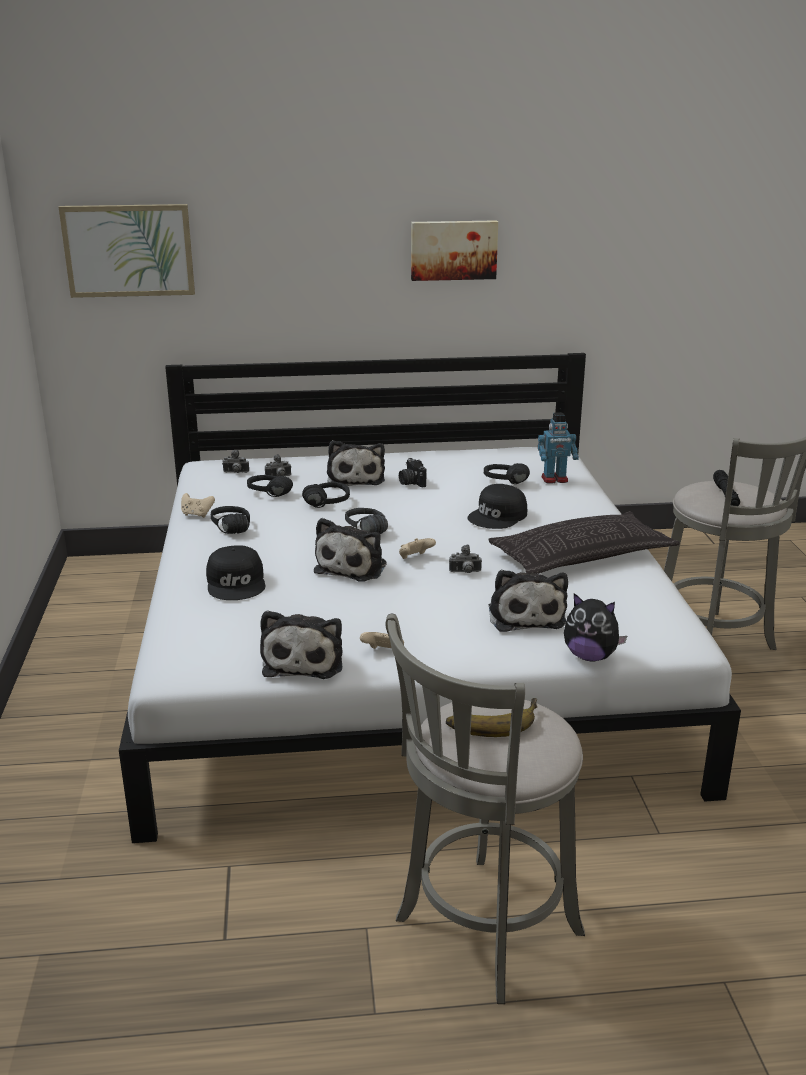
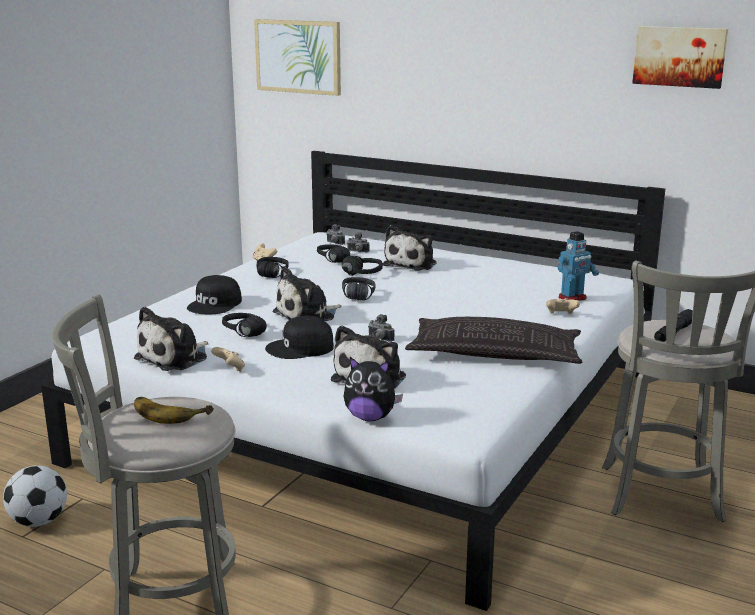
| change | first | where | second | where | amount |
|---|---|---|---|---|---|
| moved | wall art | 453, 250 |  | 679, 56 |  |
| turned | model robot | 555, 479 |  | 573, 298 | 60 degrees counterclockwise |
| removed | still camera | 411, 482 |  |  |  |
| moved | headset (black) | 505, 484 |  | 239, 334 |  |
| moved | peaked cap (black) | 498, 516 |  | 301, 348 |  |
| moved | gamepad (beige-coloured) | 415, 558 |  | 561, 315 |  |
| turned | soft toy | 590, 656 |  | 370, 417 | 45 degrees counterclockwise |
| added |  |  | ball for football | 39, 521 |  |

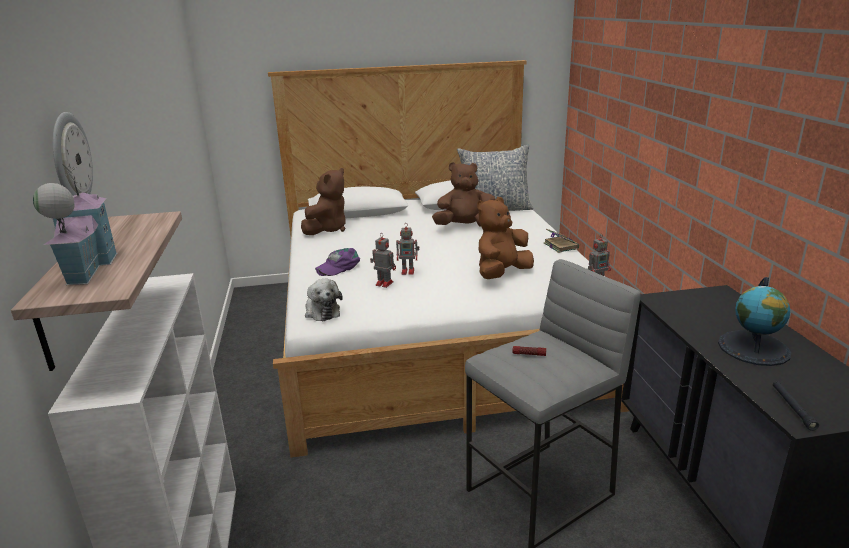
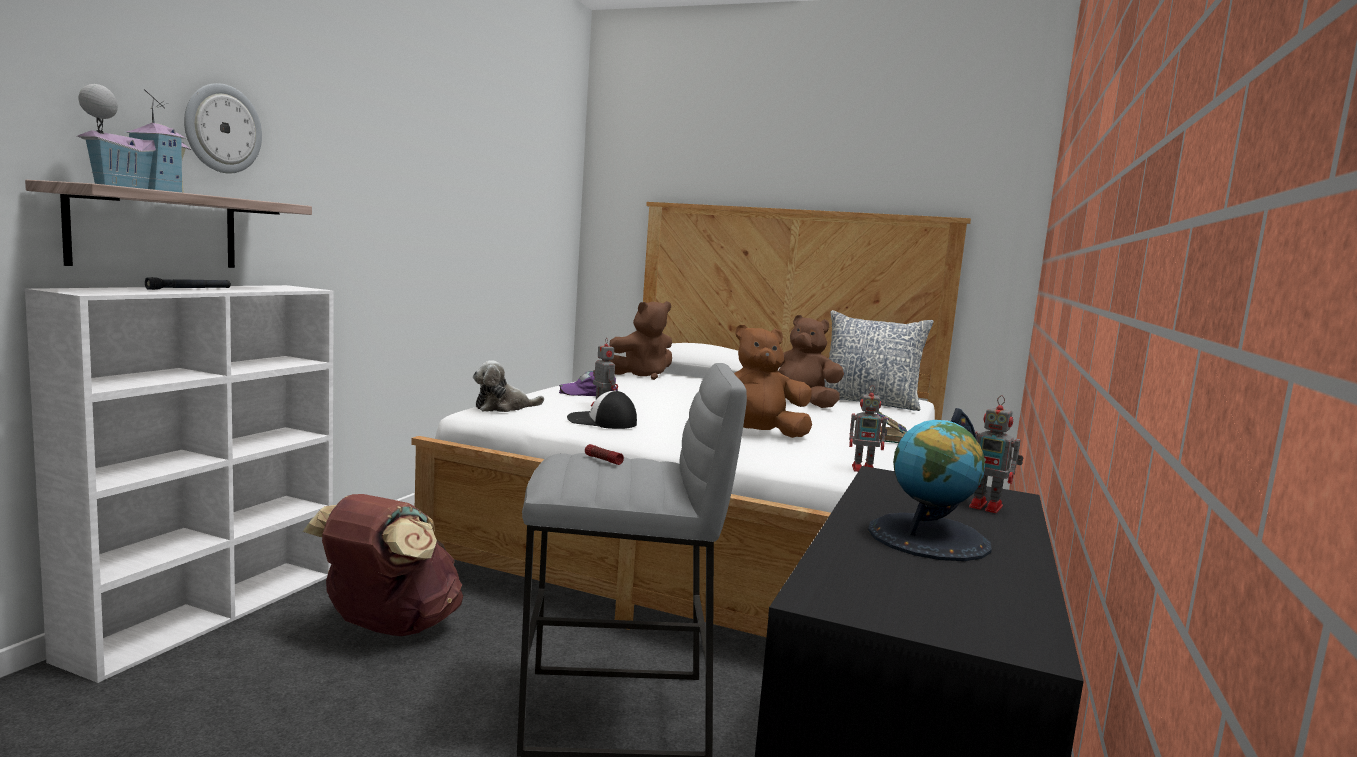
| change | first | where | second | where | amount |
|---|---|---|---|---|---|
| moved | model robot | 408, 271 |  | 988, 507 |  |
| turned | soft toy | 321, 311 |  | 503, 408 | 60 degrees clockwise |
| moved | torch (black) | 792, 408 |  | 190, 289 |  |
| added |  |  | peaked cap | 601, 422 |  |
| added |  |  | backpack (brownish) | 388, 627 |  |

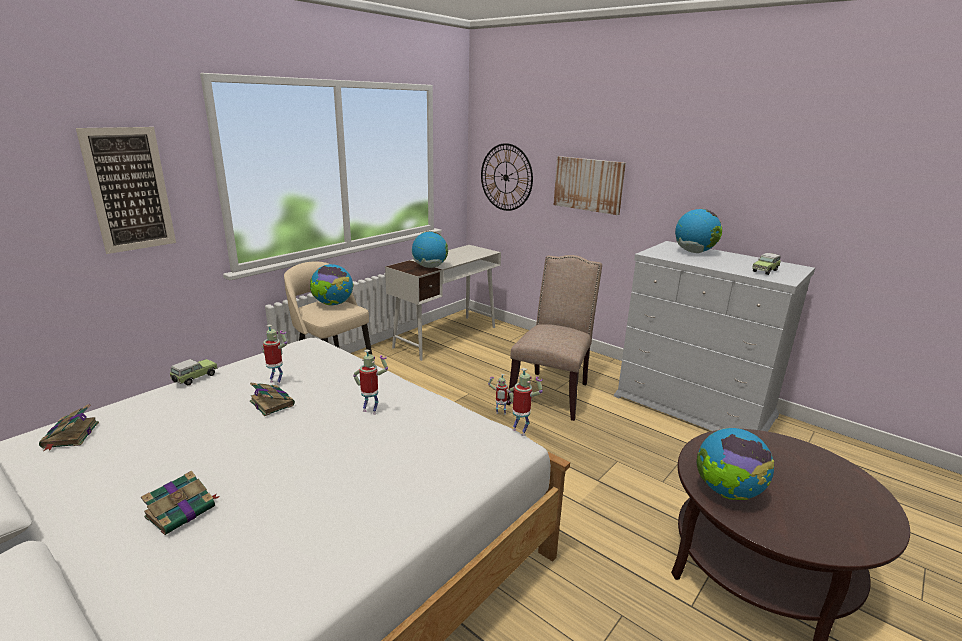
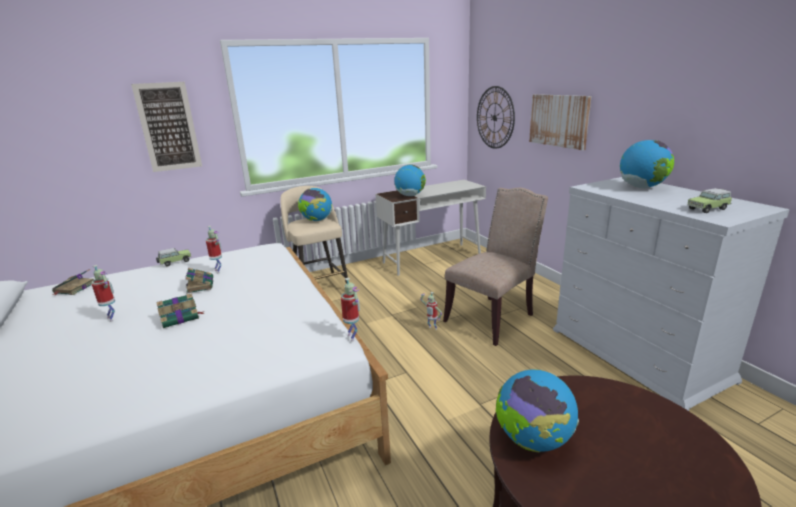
| change | first | where | second | where | amount |
|---|---|---|---|---|---|
| moved | model robot | 371, 411 |  | 112, 318 |  |
| moved | bound book | 182, 511 |  | 181, 317 |  |

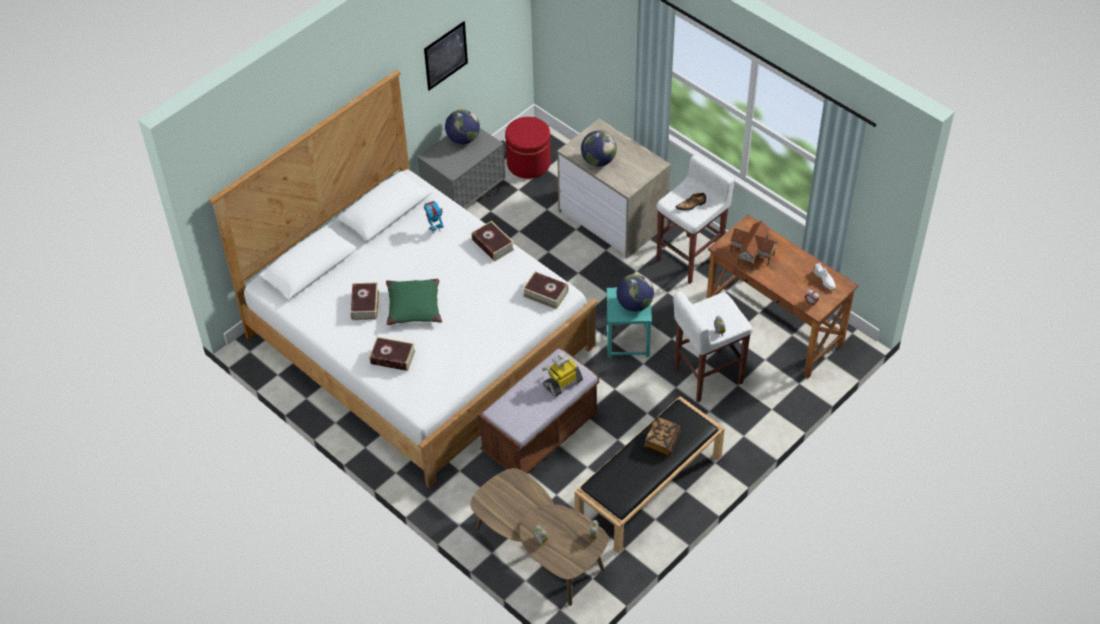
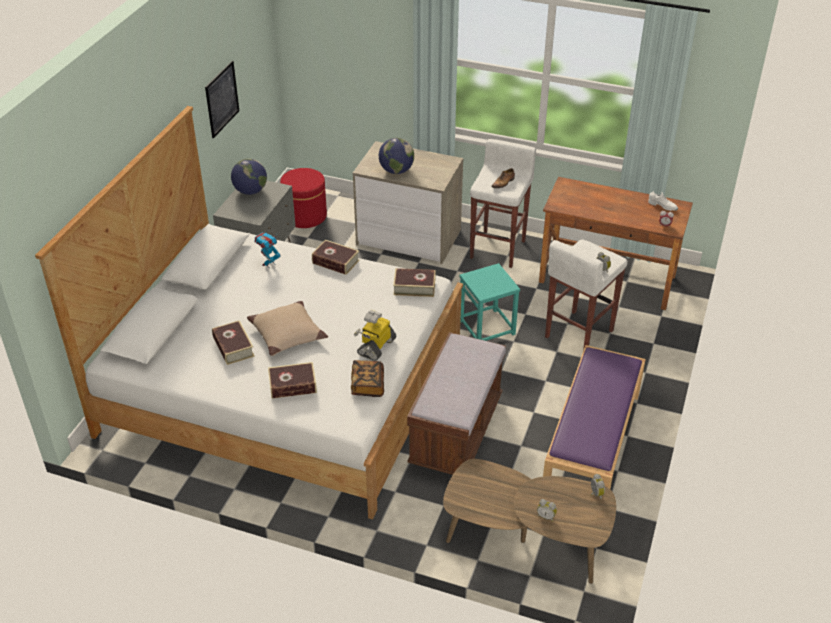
| change | first | where | second | where | amount |
|---|---|---|---|---|---|
| removed | toy house | 751, 253 |  |  |  |
| removed | world globe | 634, 304 |  |  |  |
| recoloured | throw pillow (green) | 414, 307 | throw pillow (beige-coloured) | 288, 334 |  |
| moved | model robot | 562, 383 |  | 376, 346 |  |
| recoloured | long seat (black) | 648, 488 | long seat (purplish) | 592, 445 |  |
| moved | bound book | 662, 441 |  | 367, 385 |  |

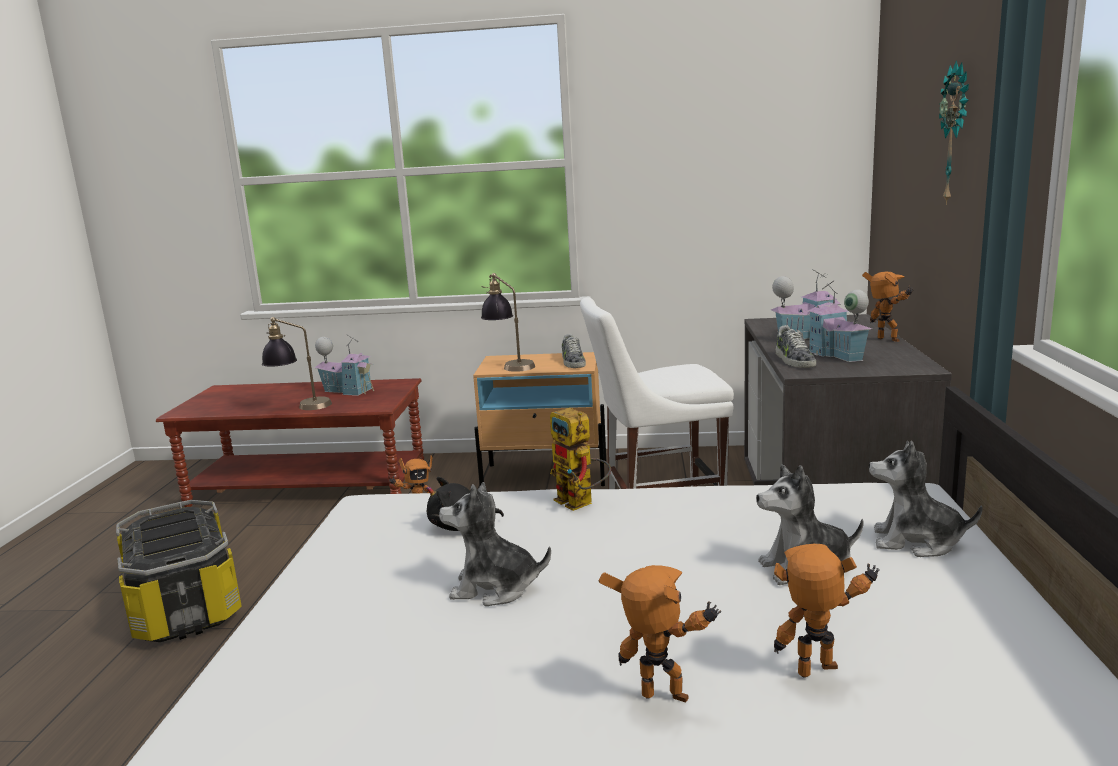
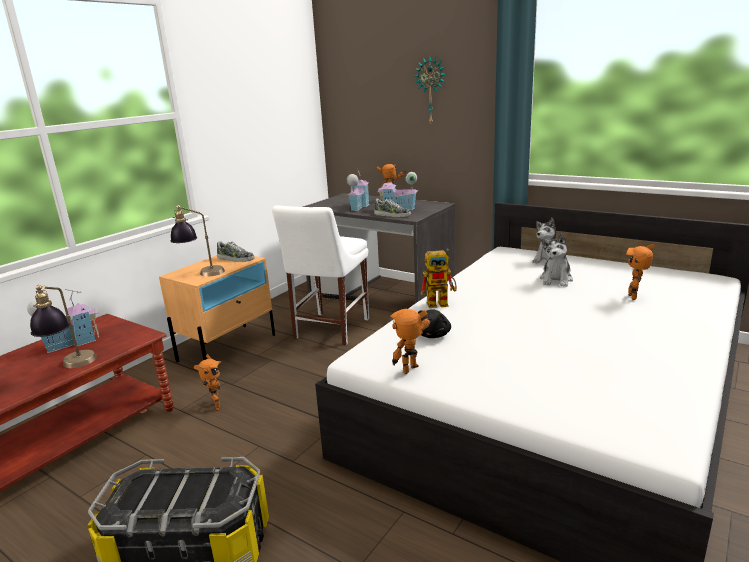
| change | first | where | second | where | amount |
|---|---|---|---|---|---|
| removed | soft toy | 494, 588 |  |  |  |
| moved | model robot | 664, 702 |  | 413, 371 |  |

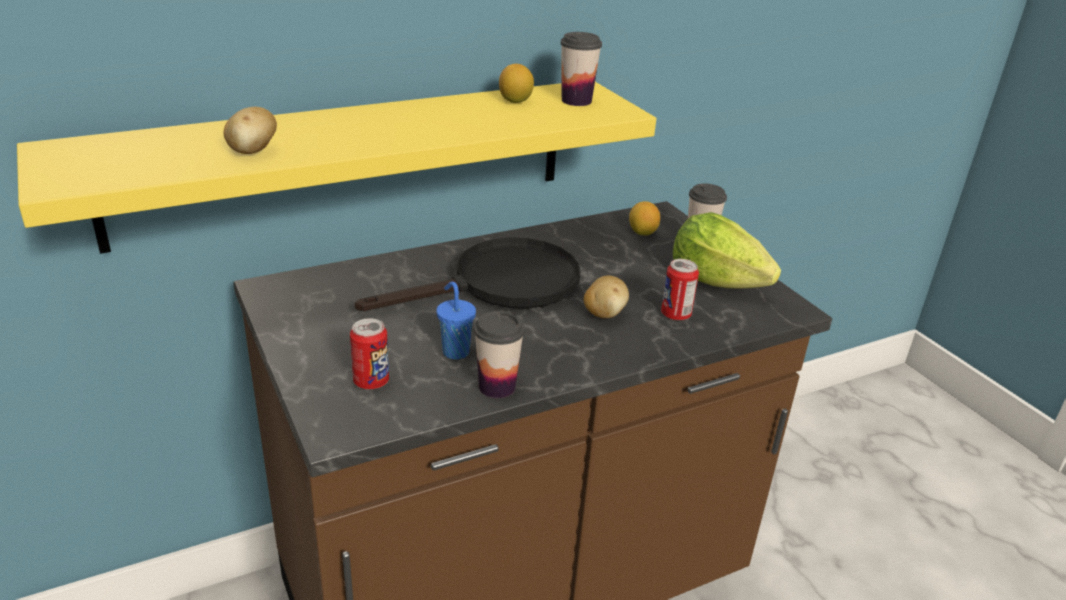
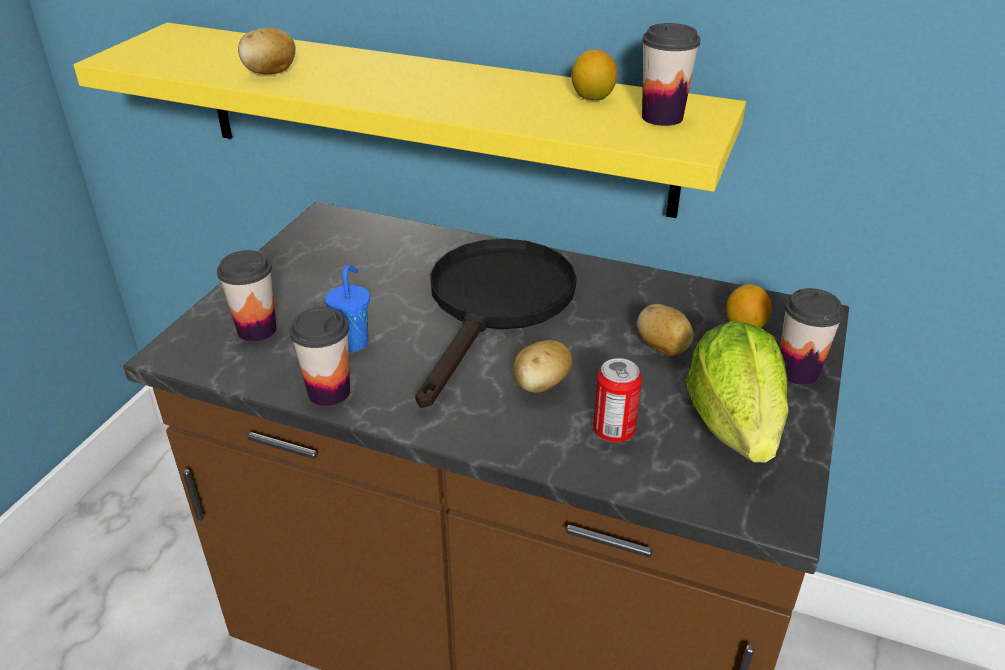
| change | first | where | second | where | amount |
|---|---|---|---|---|---|
| turned | pan (black) | 500, 285 |  | 496, 305 | 90 degrees counterclockwise |
| replaced | sealed can | 371, 382 | cup | 257, 330 |  |
| added |  |  | potato | 663, 349 |  |

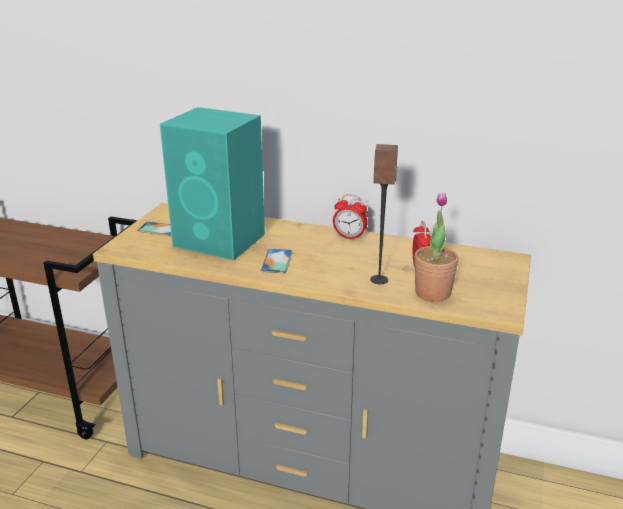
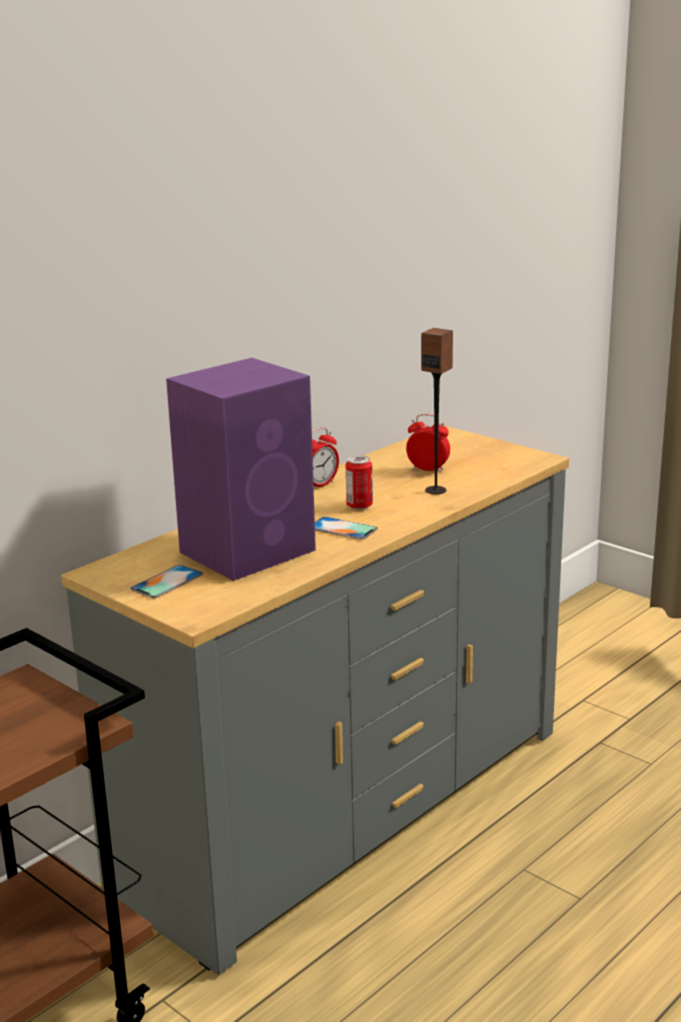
| change | first | where | second | where | amount |
|---|---|---|---|---|---|
| recoloured | loudspeaker (turquoise-coloured) | 221, 240 | loudspeaker (purplish) | 250, 550 |  |
| removed | potted plant | 432, 293 |  |  |  |
| added |  |  | sealed can | 359, 506 |  |

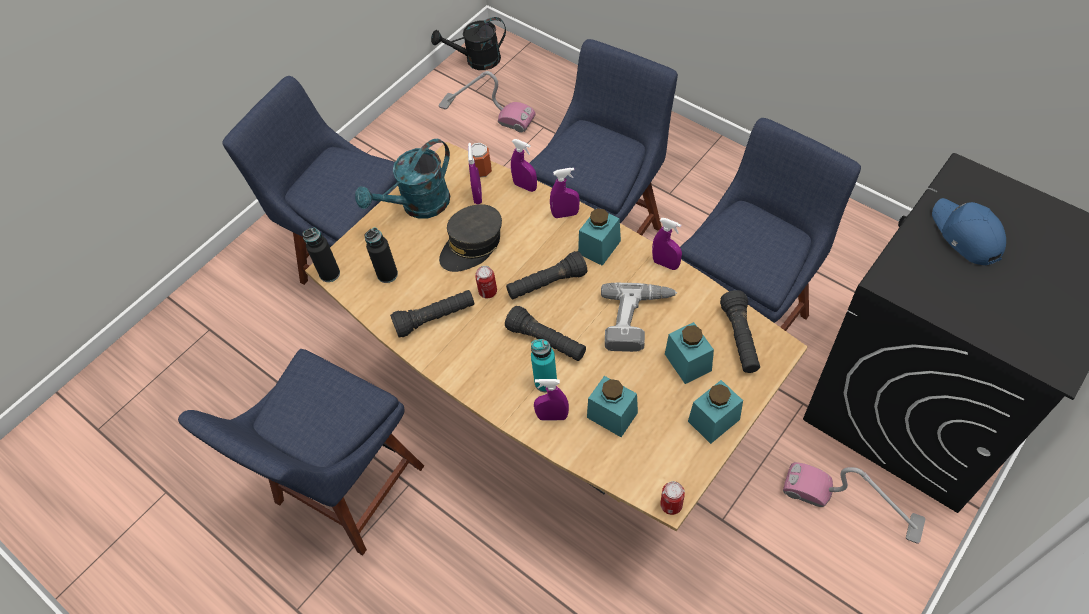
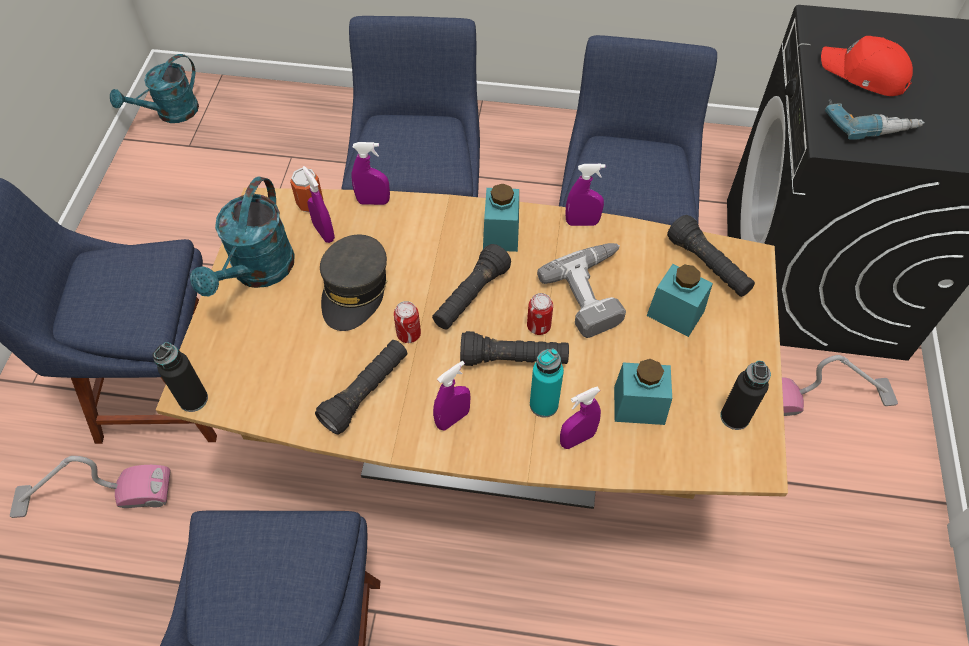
| change | first | where | second | where | amount |
|---|---|---|---|---|---|
| recoloured | sprinkling can (black) | 477, 61 | sprinkling can (turquoise-coloured) | 171, 114 |  |
| moved | vacuum cleaner | 486, 113 |  | 93, 496 |  |
| moved | spray bottle (purplish) | 565, 214 |  | 453, 419 |  |
| recoloured | peaked cap (blue) | 965, 235 | peaked cap (reddish) | 864, 74 |  |
| moved | bottle (black) | 387, 274 |  | 734, 417 |  |
| removed | storage jar (turquoise-coloured) | 713, 420 |  |  |  |
| moved | sealed can | 671, 505 |  | 538, 326 |  |
| added |  |  | power drill | 870, 123 |  |

